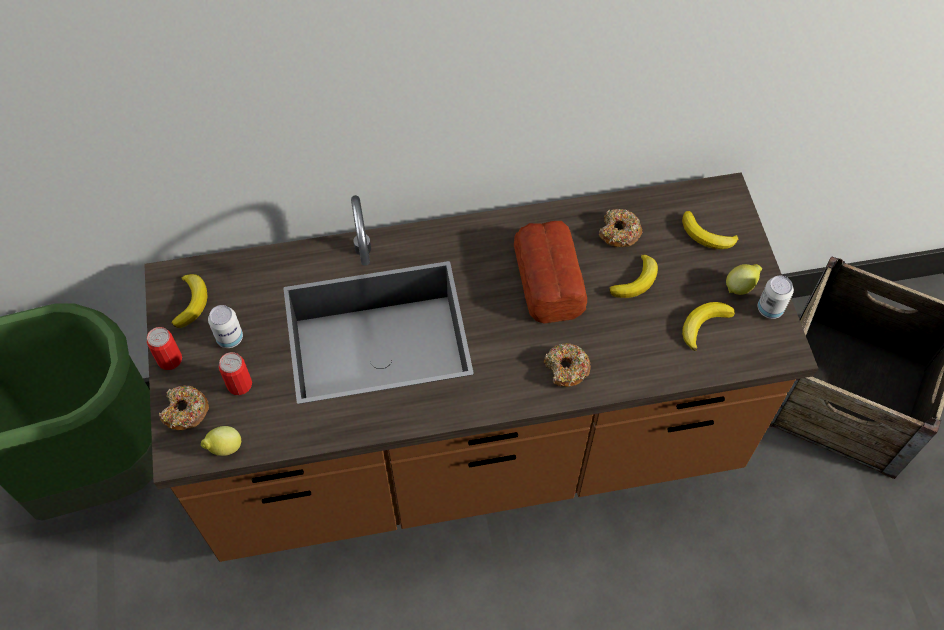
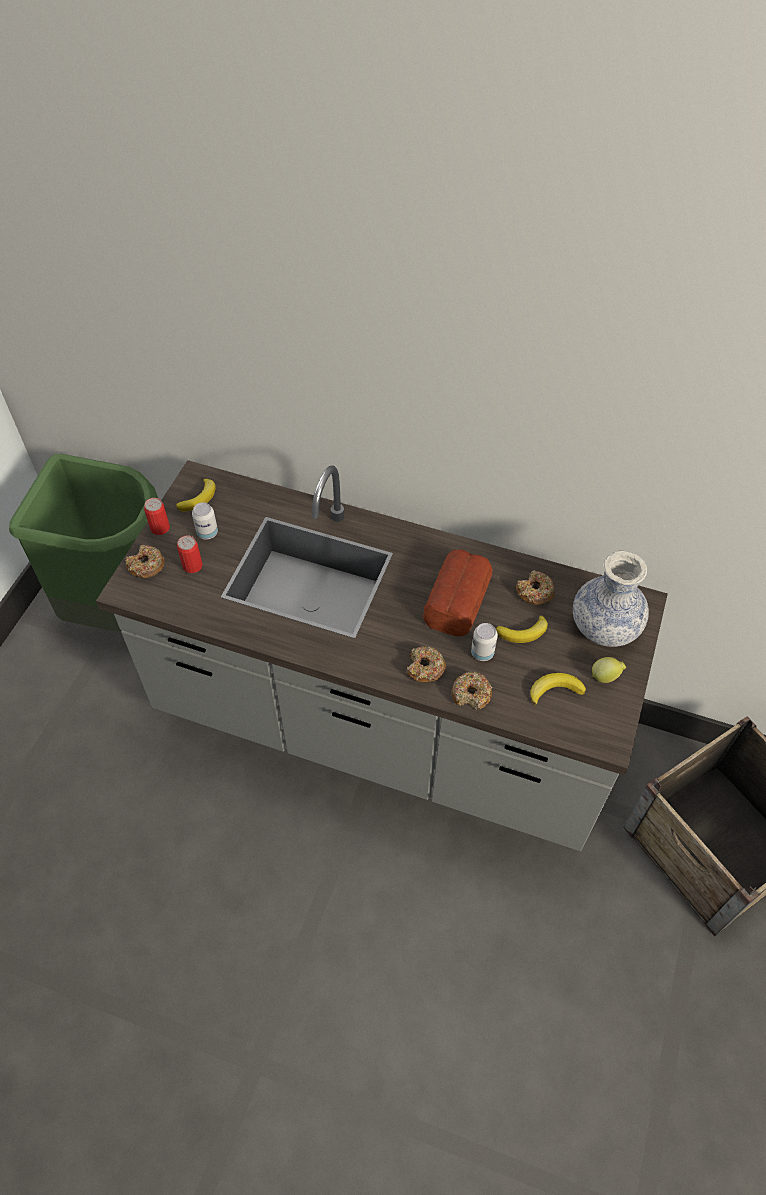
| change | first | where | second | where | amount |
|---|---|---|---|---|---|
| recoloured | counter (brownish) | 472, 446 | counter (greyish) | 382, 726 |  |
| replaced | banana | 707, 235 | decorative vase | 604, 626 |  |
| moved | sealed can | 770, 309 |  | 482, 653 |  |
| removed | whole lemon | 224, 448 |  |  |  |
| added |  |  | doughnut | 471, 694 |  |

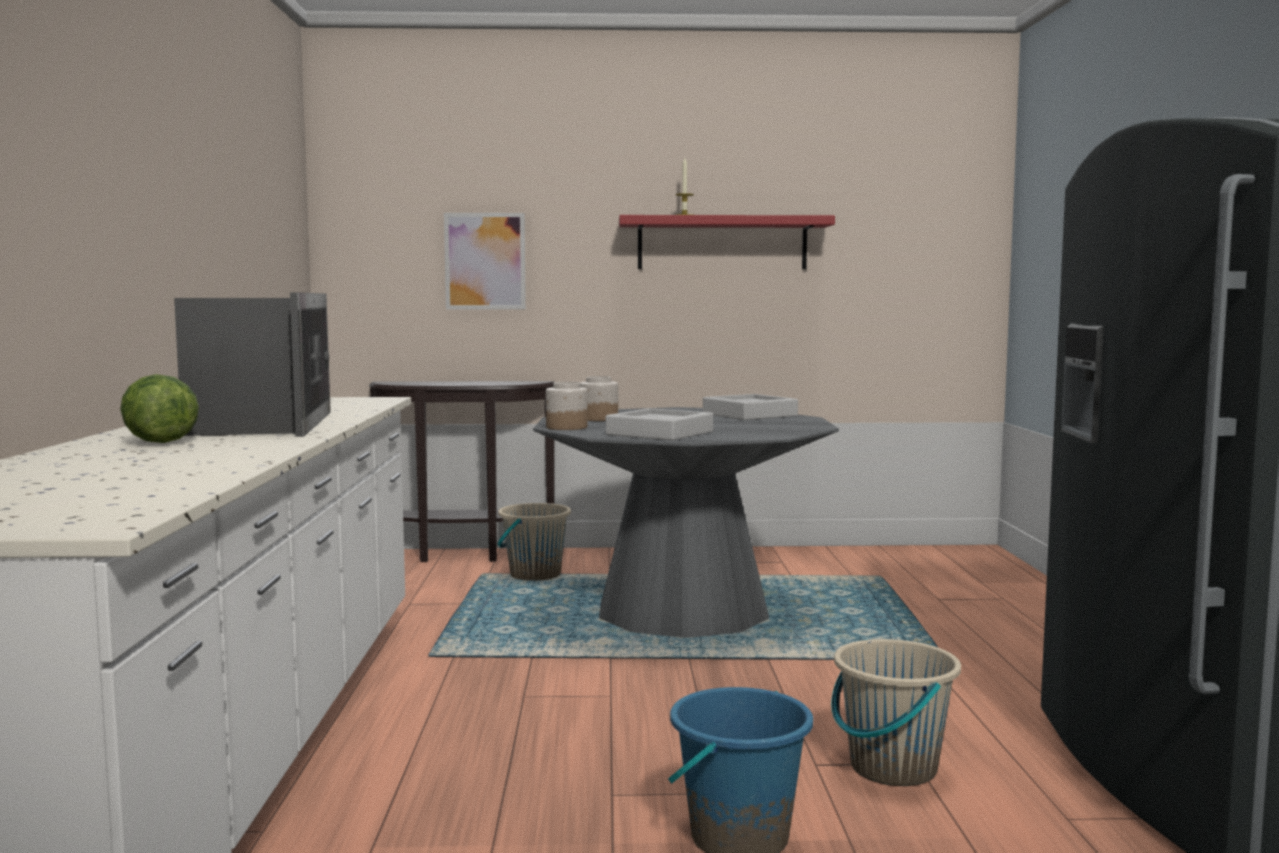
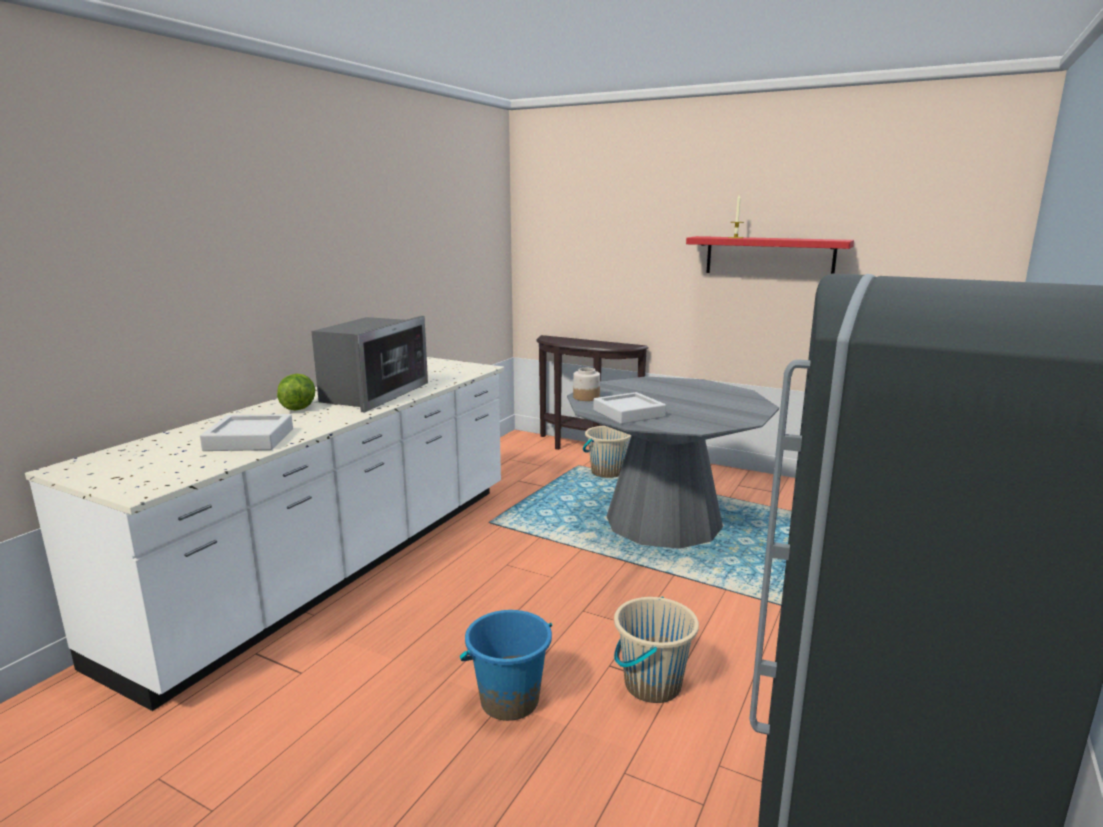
| change | first | where | second | where | amount |
|---|---|---|---|---|---|
| removed | wall art | 485, 261 |  |  |  |
| removed | storage jar | 598, 419 |  |  |  |
| moved | tray (greyish) | 749, 415 |  | 249, 439 |  |

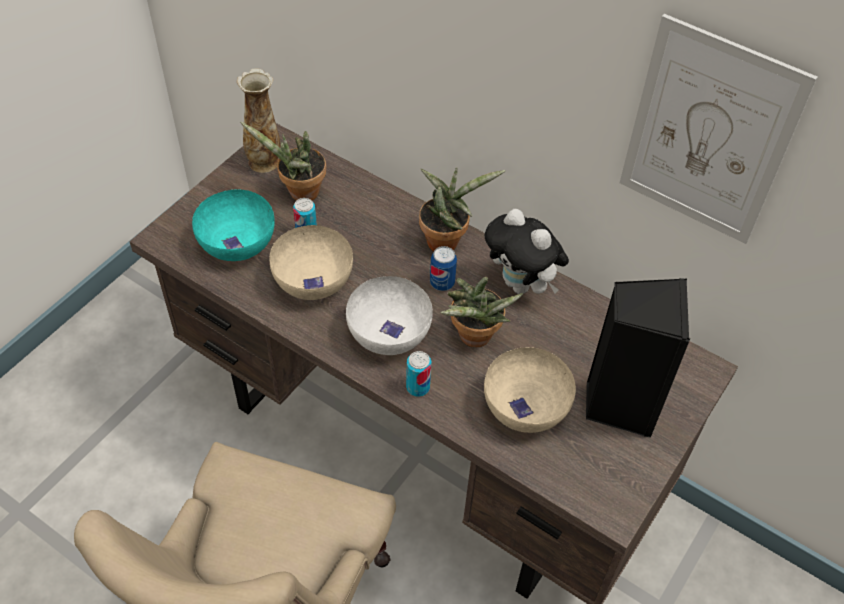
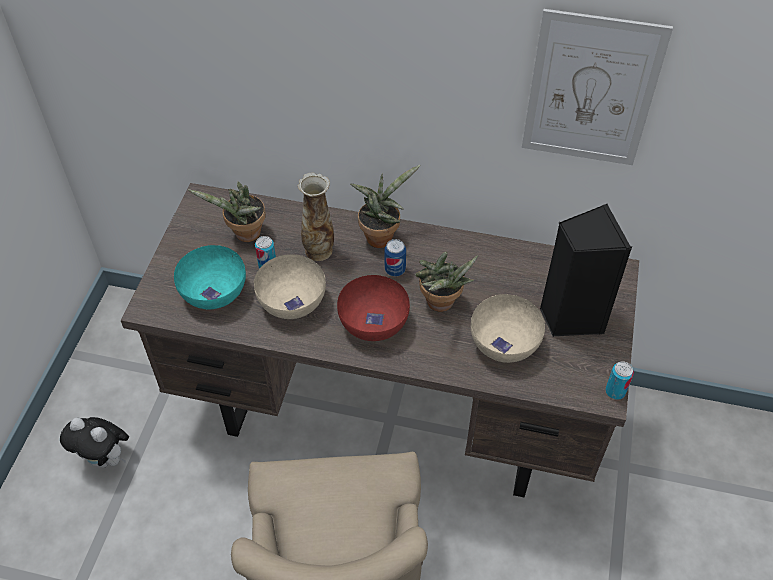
| change | first | where | second | where | amount |
|---|---|---|---|---|---|
| moved | decorative vase | 264, 161 |  | 319, 250 |  |
| moved | soft toy | 522, 285 |  | 106, 459 |  |
| recoloured | bowl (white-coloured) | 388, 332 | bowl (reddish) | 372, 322 |  |
| moved | sealed can | 418, 387 |  | 615, 391 |  |

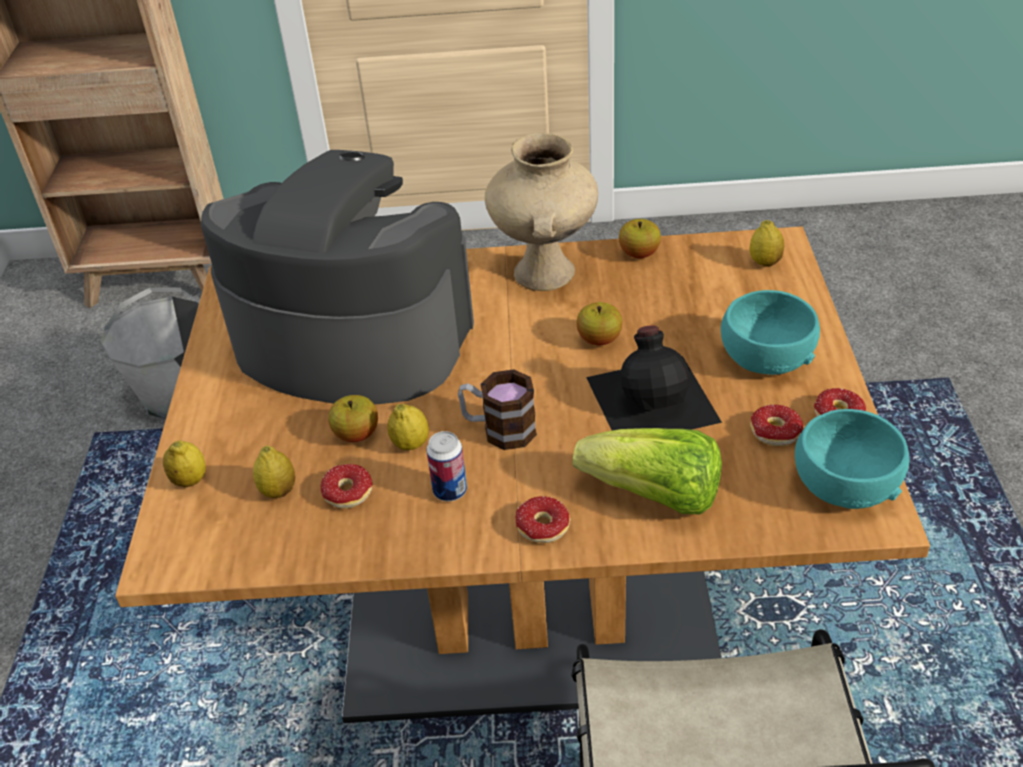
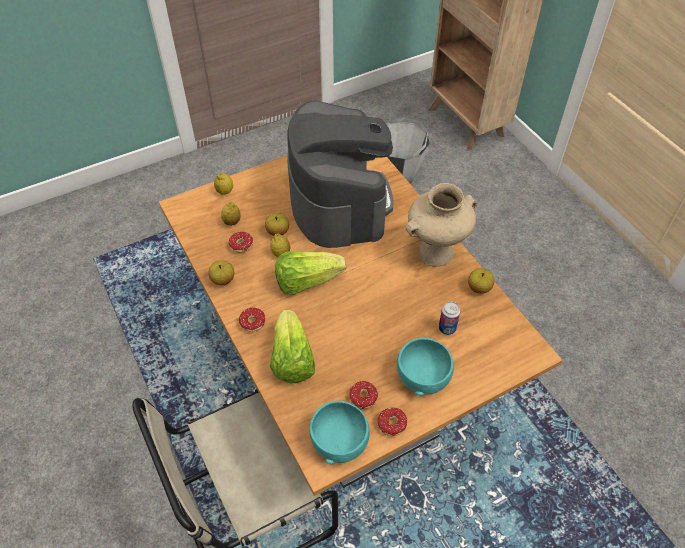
| change | first | where | second | where | amount |
|---|---|---|---|---|---|
| removed | whole lemon | 765, 262 |  |  |  |
| moved | apple | 599, 339 |  | 223, 280 |  |
| removed | bottle (black) | 653, 397 |  |  |  |
| replaced | tea mug | 499, 429 | lettuce | 306, 281 |  |
| moved | sealed can | 450, 491 |  | 447, 328 |  |

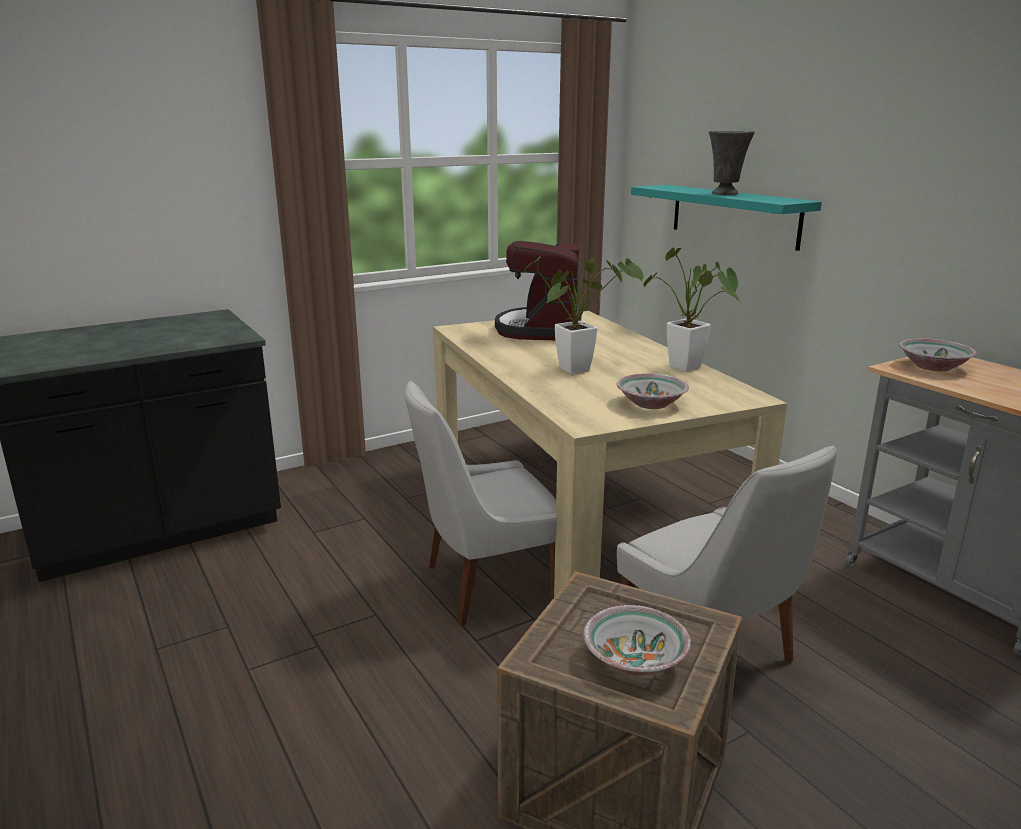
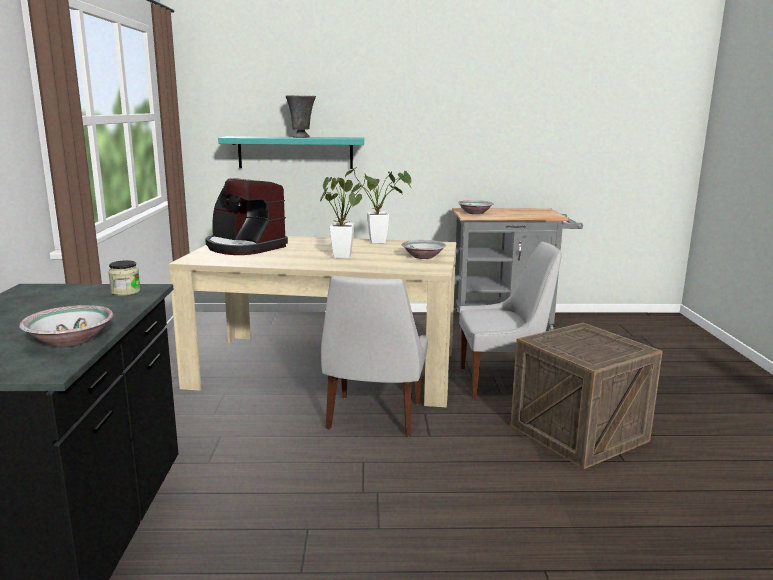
| change | first | where | second | where | amount |
|---|---|---|---|---|---|
| moved | bowl | 636, 660 |  | 71, 340 |  |
| added |  |  | storage jar | 125, 292 |  |

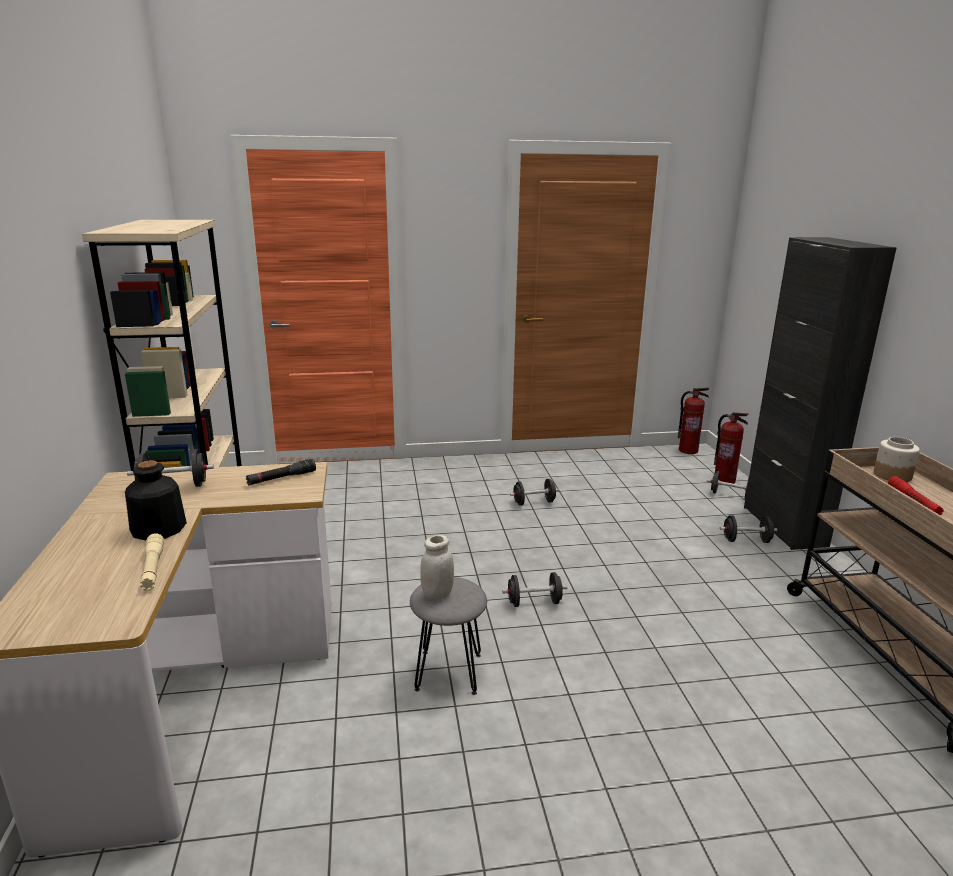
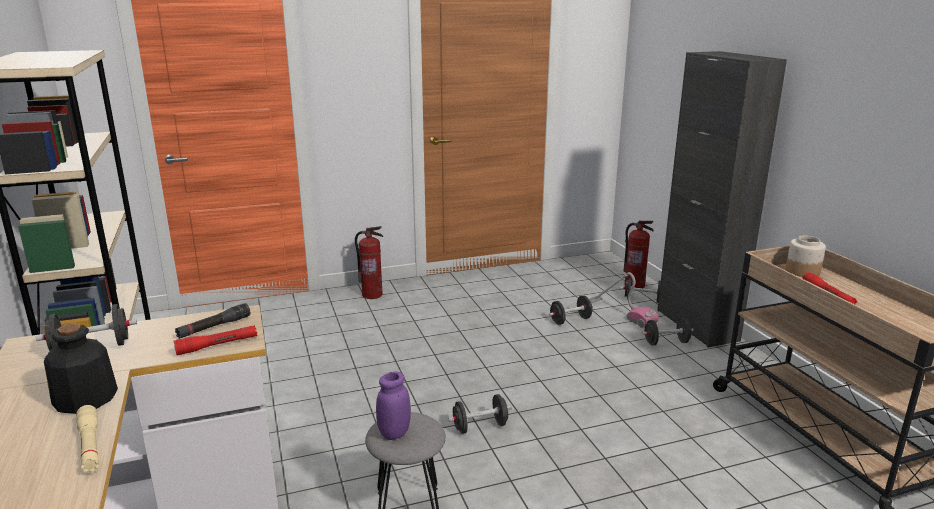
| change | first | where | second | where | amount |
|---|---|---|---|---|---|
| moved | extinguisher | 688, 450 |  | 372, 295 |  |
| moved | free weight (black) | 534, 502 |  | 570, 320 |  |
| recoloured | storage jar (white-coloured) | 437, 594 | storage jar (purplish) | 394, 433 |  |
| added |  |  | vacuum cleaner | 620, 312 |  |
| added |  |  | torch (reddish) | 217, 345 |  |

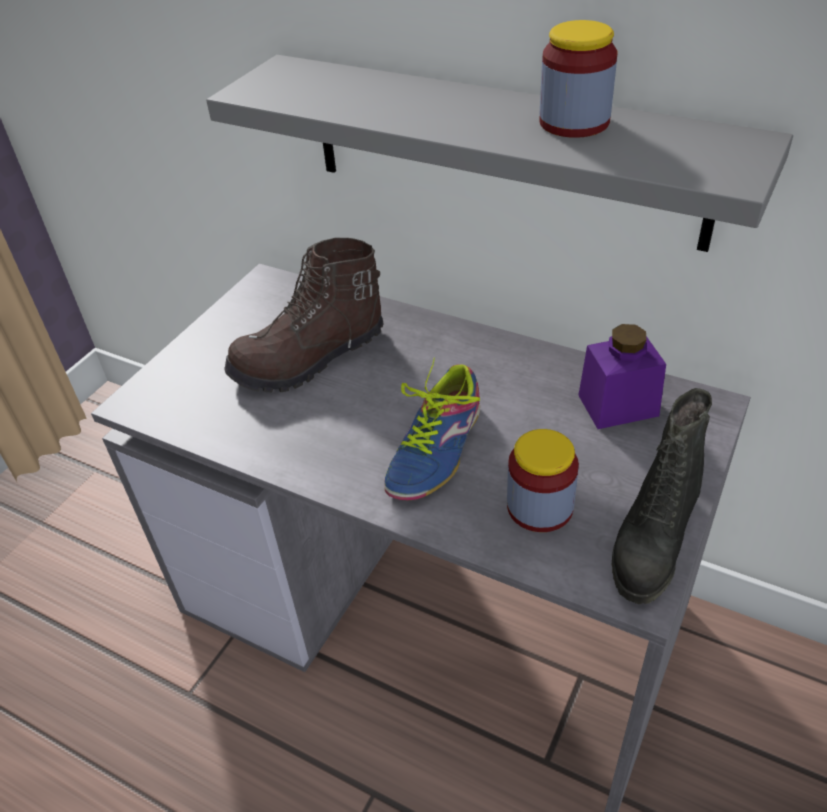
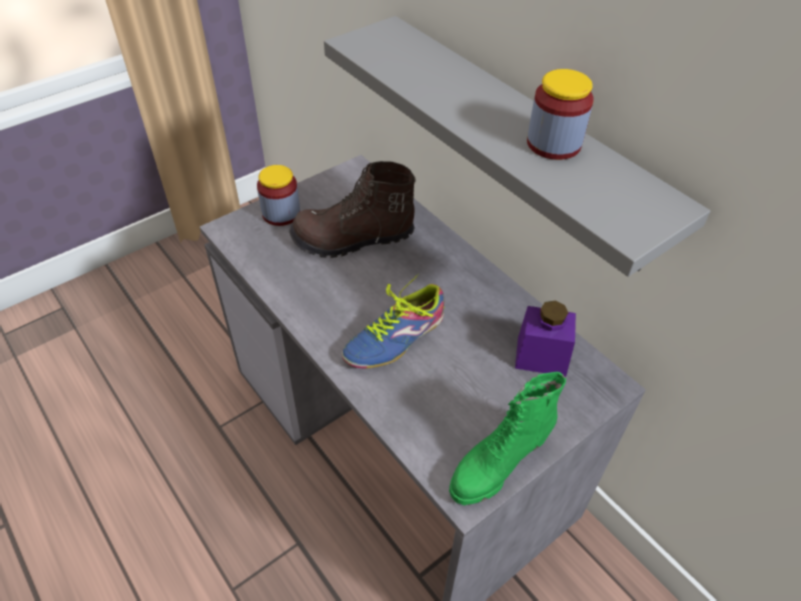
| change | first | where | second | where | amount |
|---|---|---|---|---|---|
| recoloured | tall boot (black) | 651, 541 | tall boot (green) | 498, 464 |  |
| moved | storage jar | 540, 507 |  | 281, 213 |  |

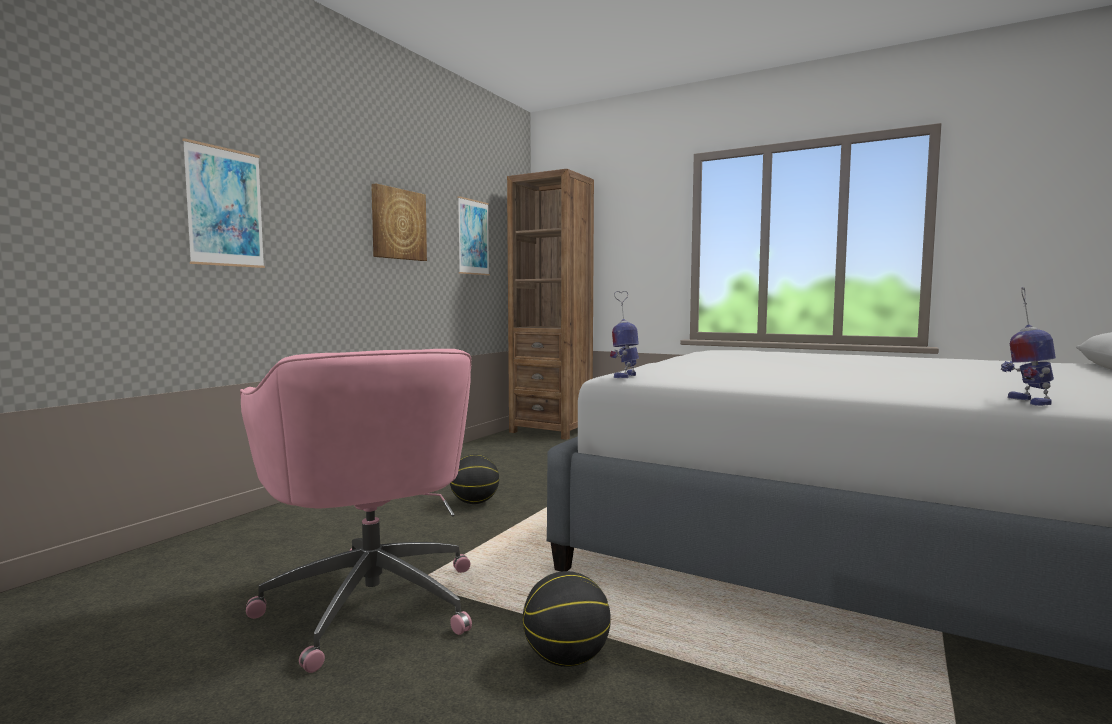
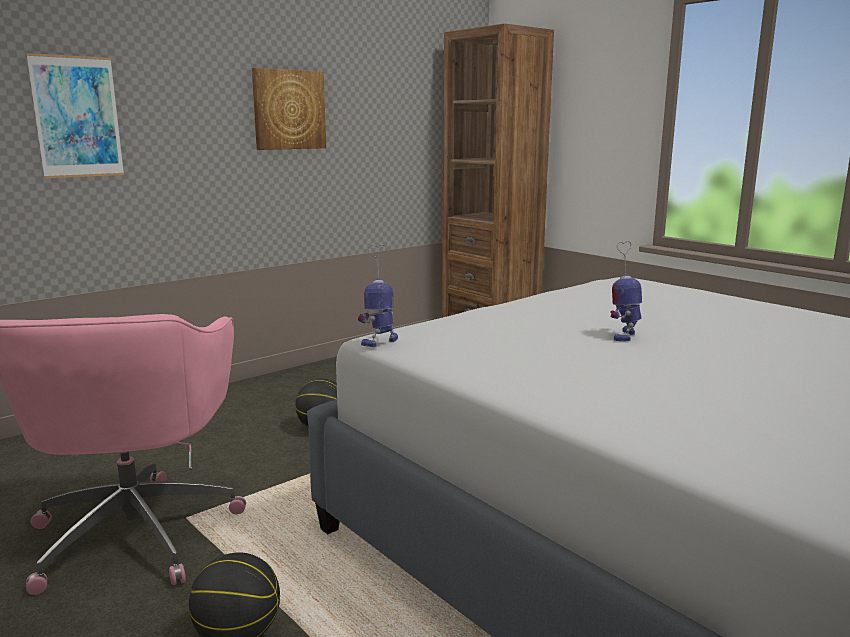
| change | first | where | second | where | amount |
|---|---|---|---|---|---|
| removed | wall art | 473, 237 |  |  |  |
| moved | model robot | 1027, 401 |  | 624, 336 |  |

